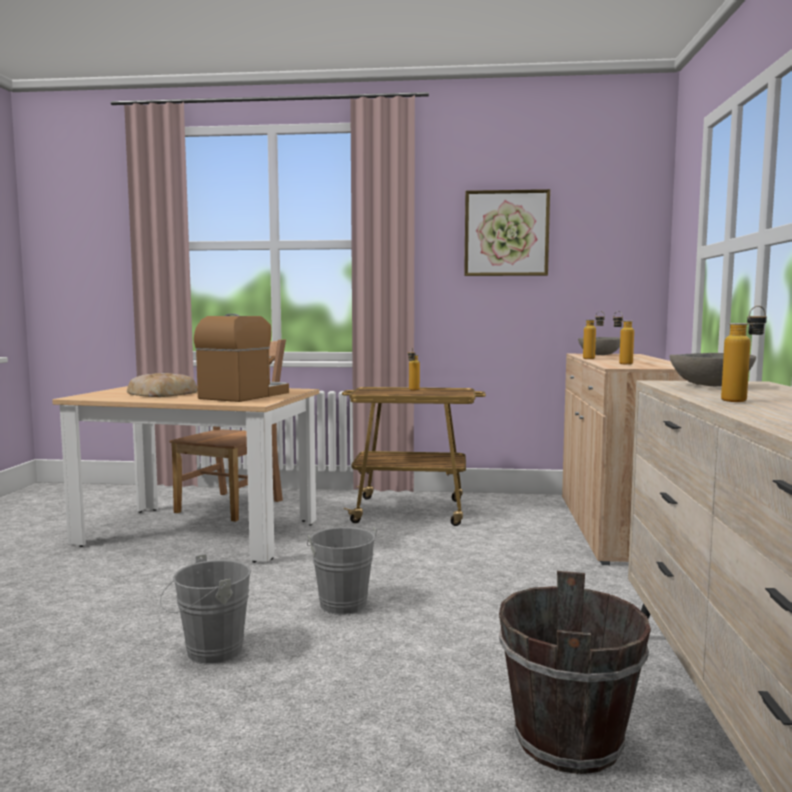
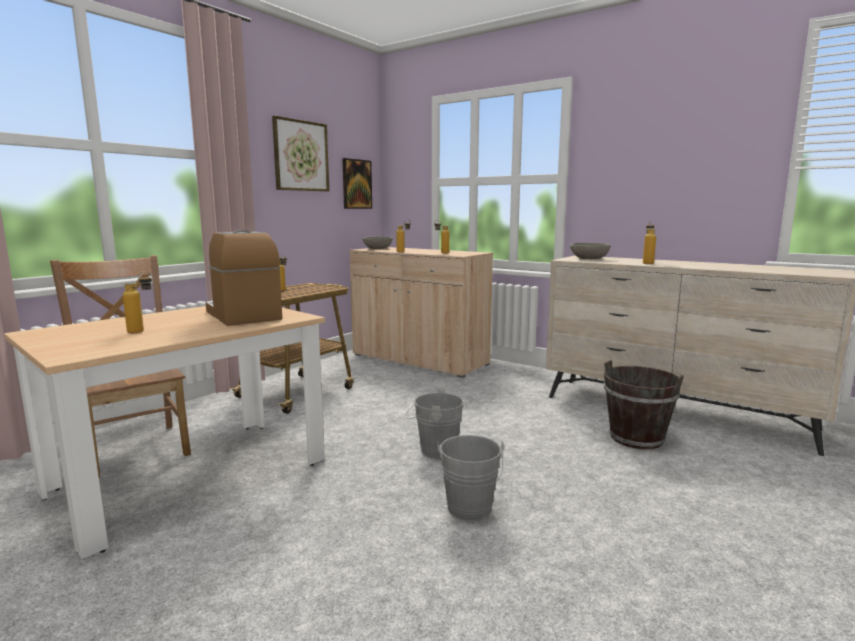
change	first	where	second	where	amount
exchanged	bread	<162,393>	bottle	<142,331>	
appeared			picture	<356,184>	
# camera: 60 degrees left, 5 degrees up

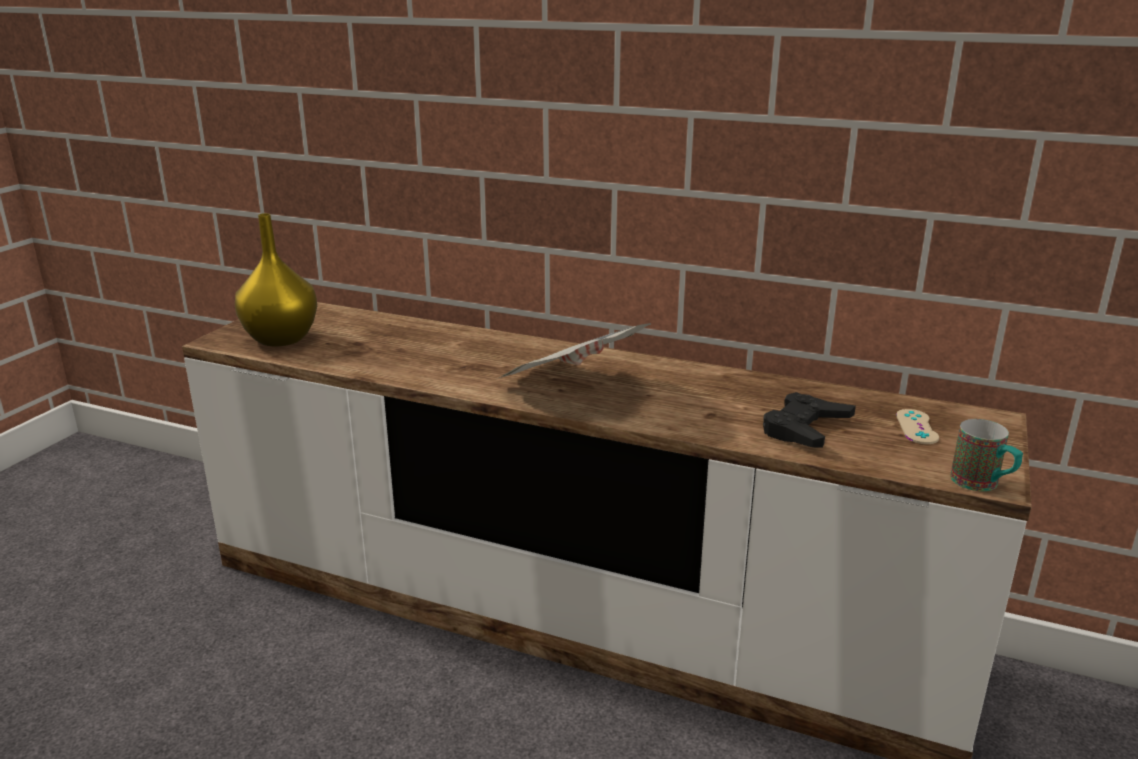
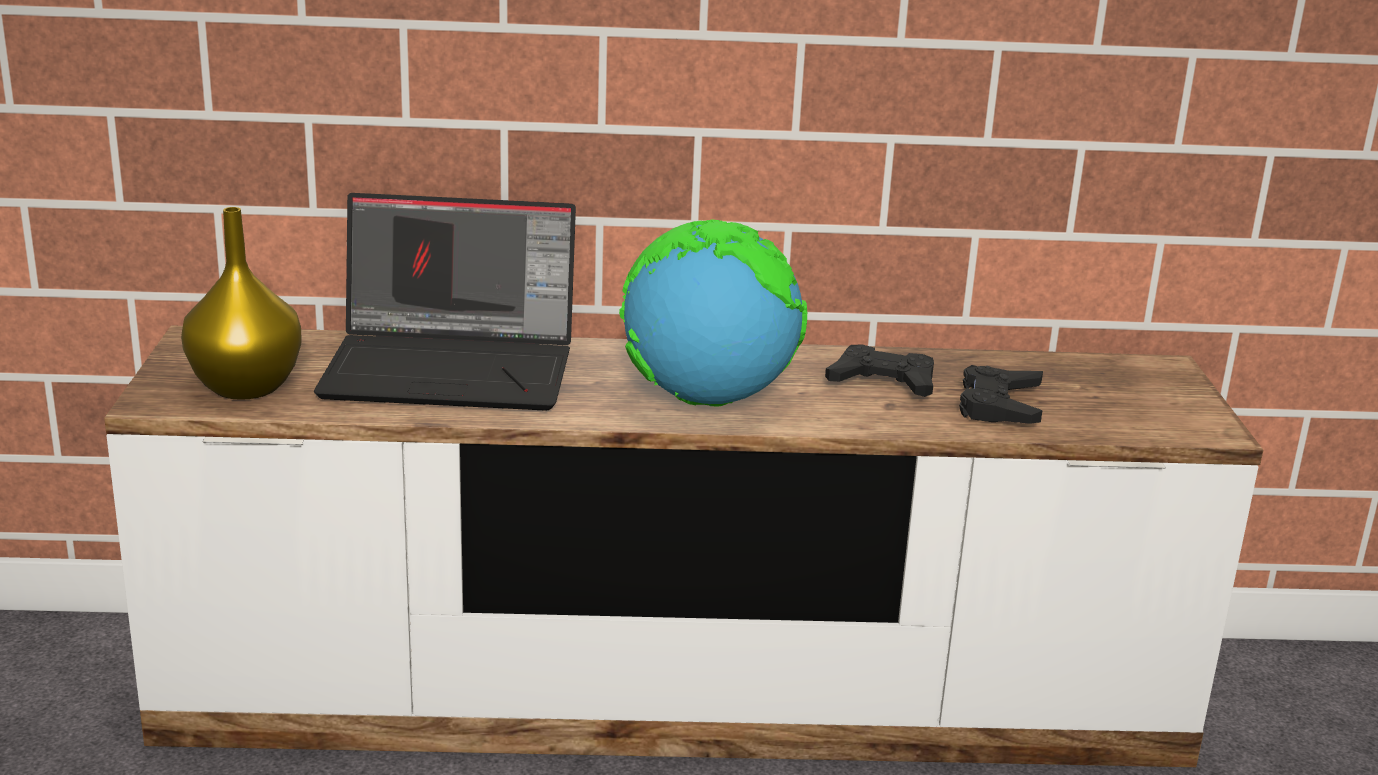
change	first	where	second	where	amount
appeared			laptop	<454,368>	
exchanged	newspaper	<571,389>	globe	<707,399>	
appeared			game controller (black)	<883,382>	
missing	game controller (beige)	<917,427>			
missing	mug	<982,485>			
# camera: 25 degrees left, 0 degrees up

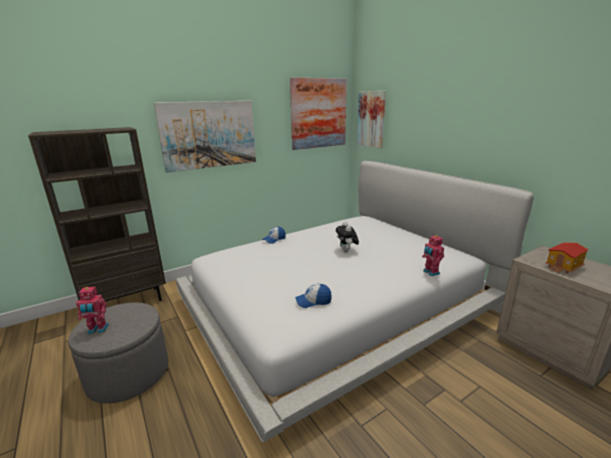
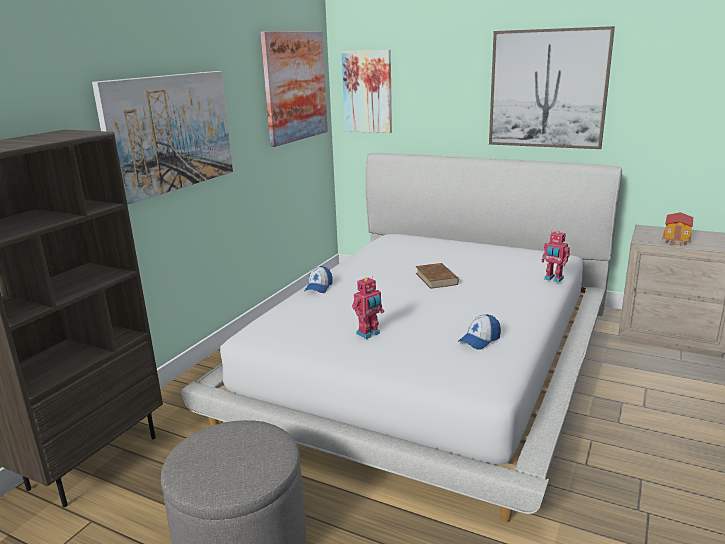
change	first	where	second	where	amount
relocated	toy robot	<98,330>		<369,334>	
exchanged	plush toy	<346,251>	book (brown)	<436,279>	
appeared			picture	<547,89>	
# camera: 30 degrees left, 0 degrees up

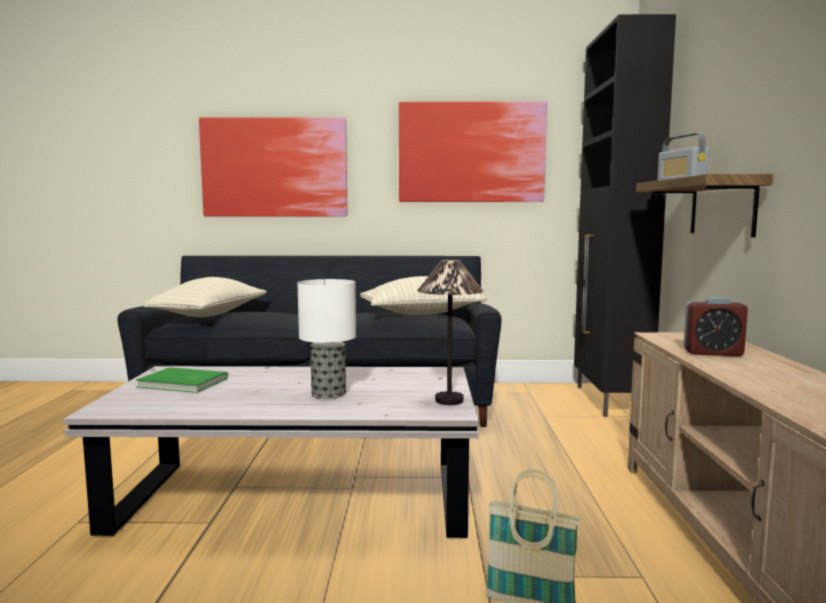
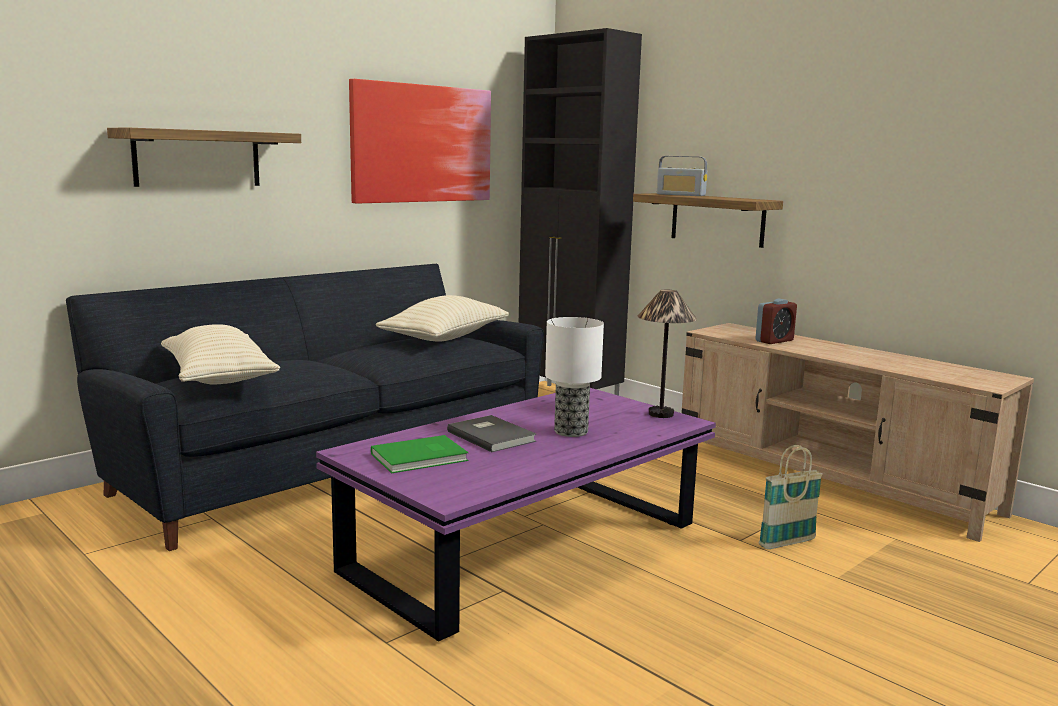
change	first	where	second	where	amount
exchanged	picture	<275,168>	shelf	<197,158>	
colour	coffee table (white)	<296,501>	coffee table (purple)	<527,549>	
appeared			book (grey)	<492,436>	
# camera: 45 degrees left, 5 degrees up

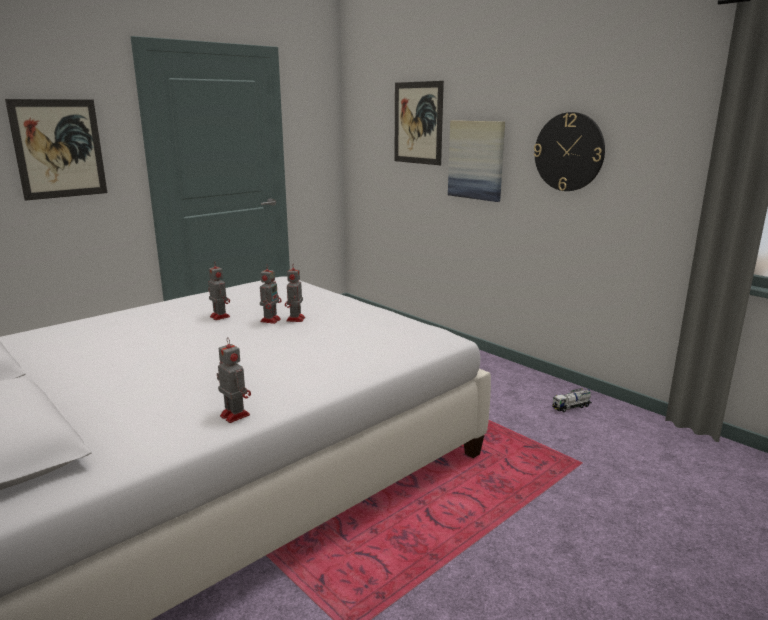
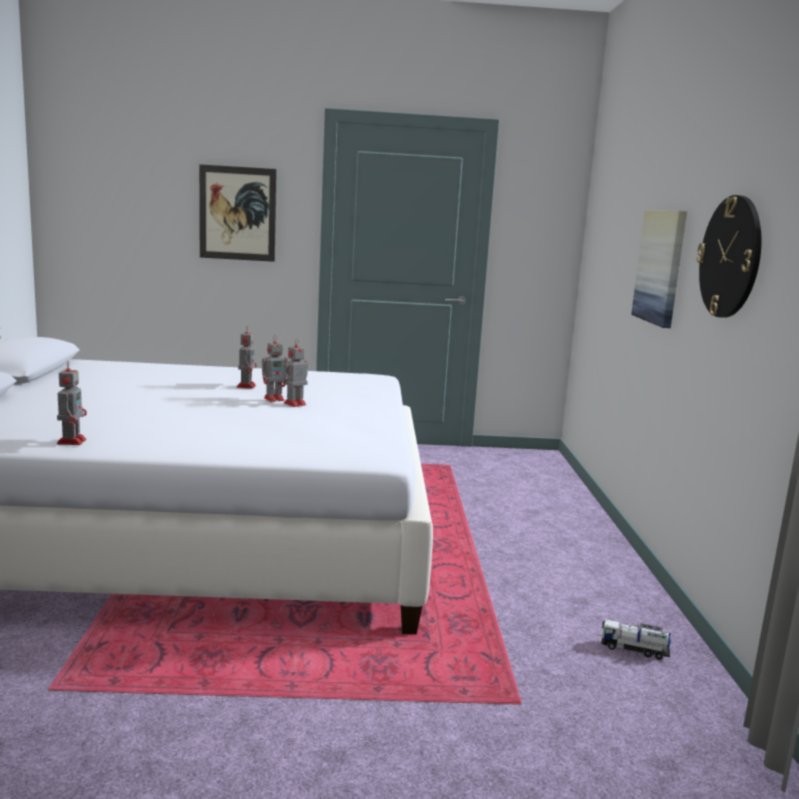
change	first	where	second	where	amount
missing	picture	<418,123>			
# camera: 40 degrees right, 5 degrees down

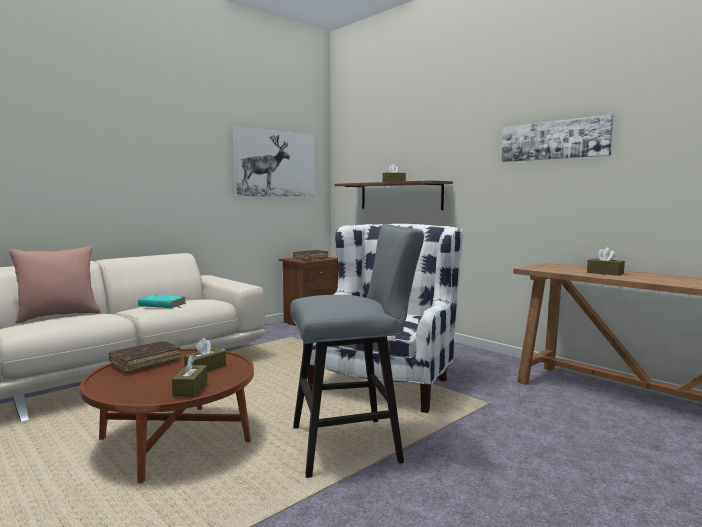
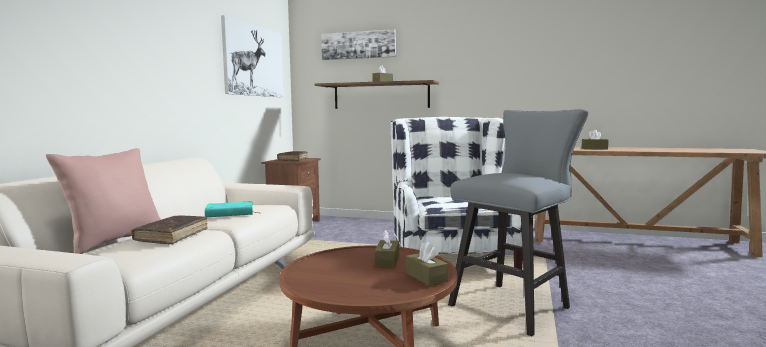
change	first	where	second	where	amount
relocated	book (brown)	<145,362>		<172,236>	
relocated	picture	<554,140>		<358,45>	
# camera: 30 degrees left, 0 degrees up

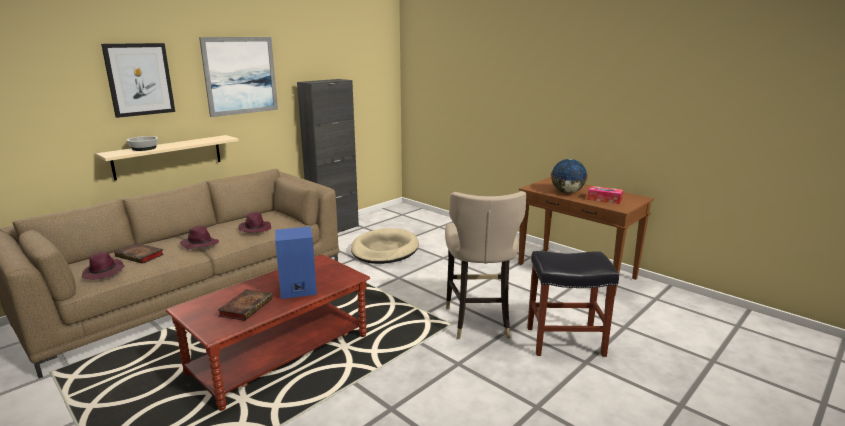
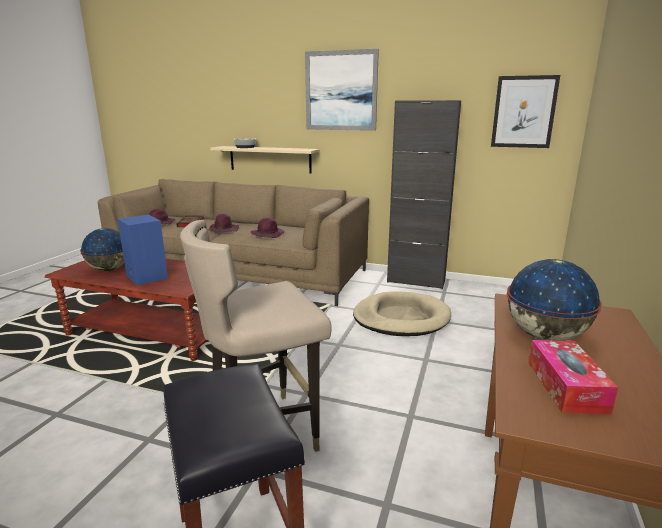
change	first	where	second	where	amount
exchanged	book	<246,307>	globe	<109,269>	
relocated	picture	<139,79>		<523,112>	
# camera: 65 degrees right, 0 degrees up

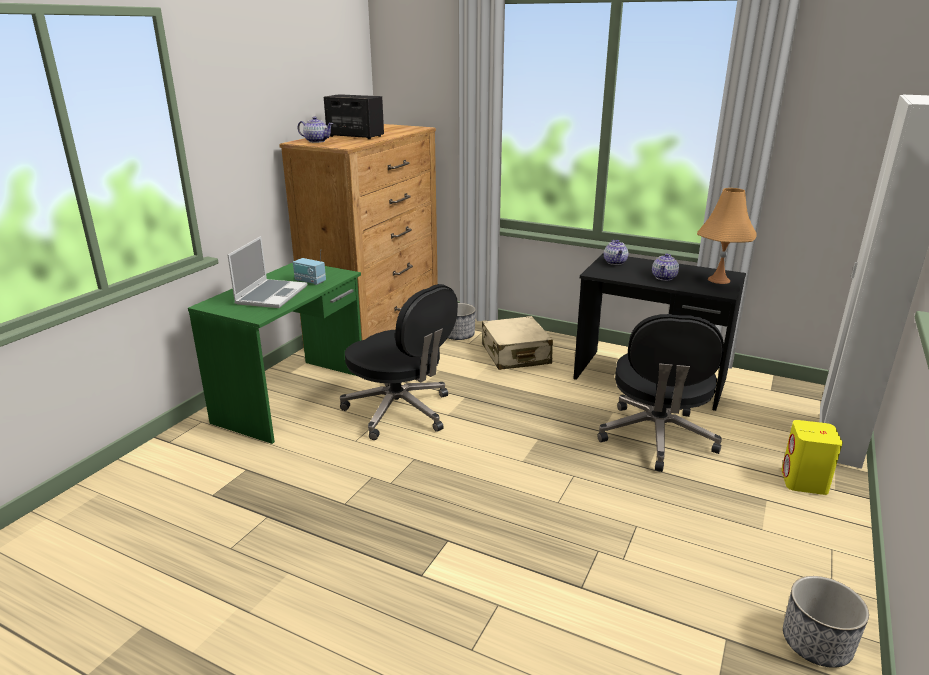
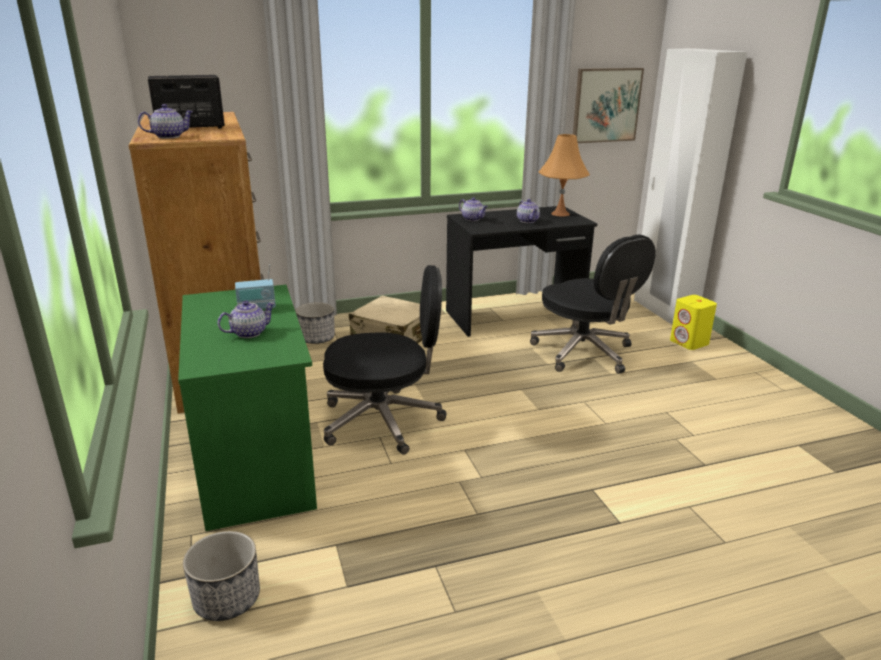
change	first	where	second	where	amount
relocated	planter	<815,644>		<226,599>	
exchanged	laptop	<271,295>	teapot	<248,333>	
appeared			picture	<606,105>	
# camera: 45 degrees left, 0 degrees up

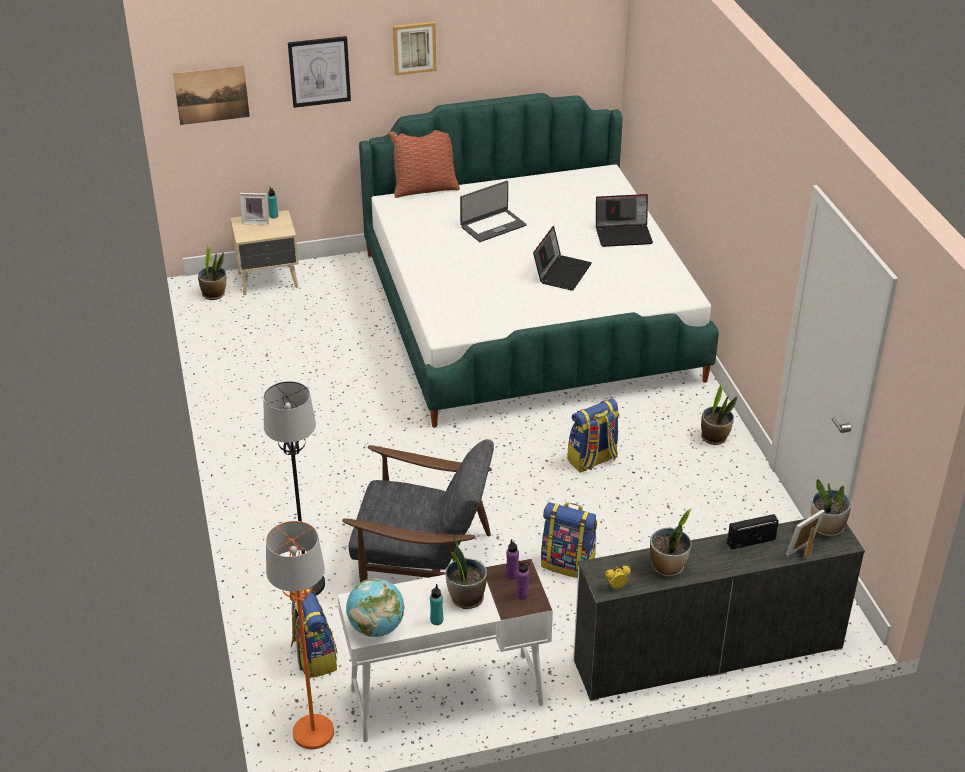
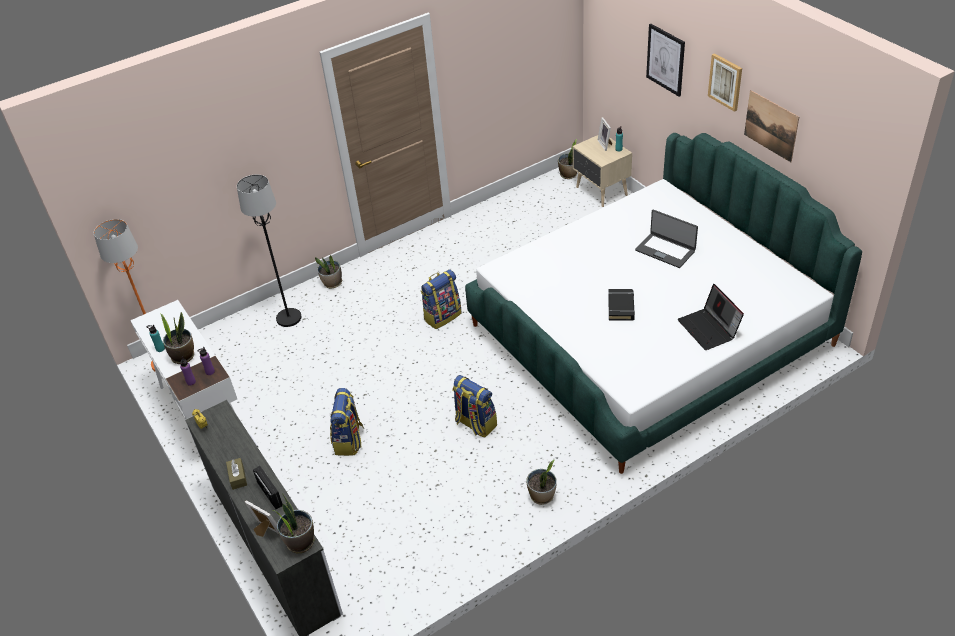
change	first	where	second	where	amount
appeared			tissue box (brown)	<238,477>	
relocated	potted plant	<668,567>		<332,283>	
relocated	backpack	<314,656>		<442,316>	
exchanged	laptop	<562,272>	book (black)	<621,307>	
relocated	picture	<211,95>		<771,125>	
missing	armchair (grey)	<422,562>			
missing	globe	<376,627>			
missing	pillow	<425,188>			
# camera: 75 degrees right, 5 degrees up

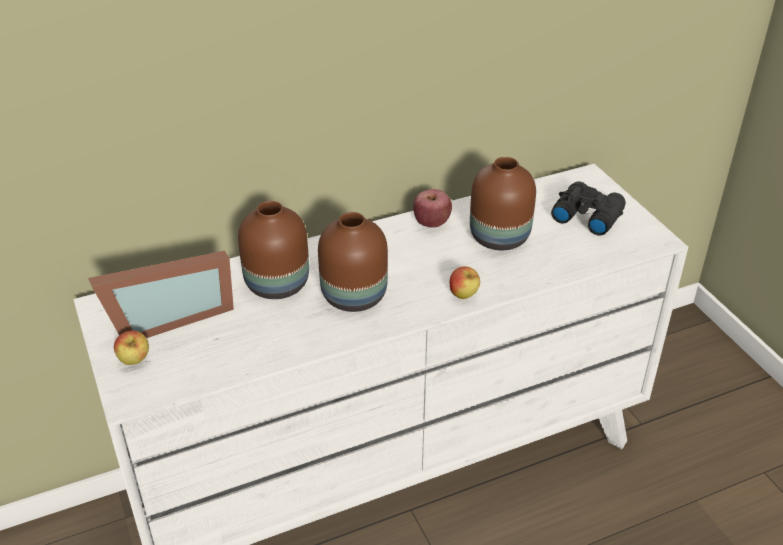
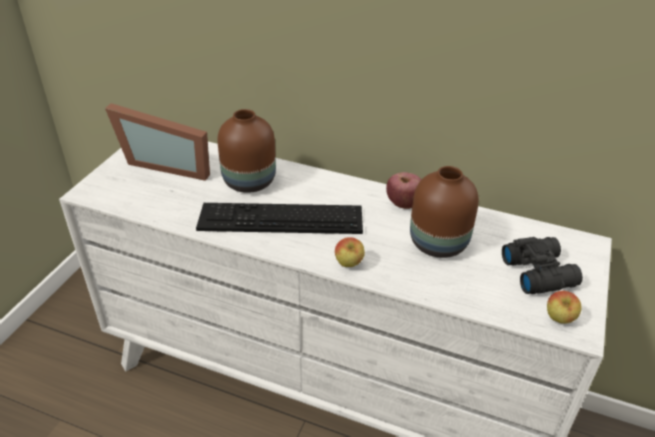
change	first	where	second	where	amount
exchanged	vase (brown)	<356,296>	keyboard	<281,218>	
relocated	apple	<135,361>		<559,319>	
# camera: 45 degrees right, 0 degrees up

